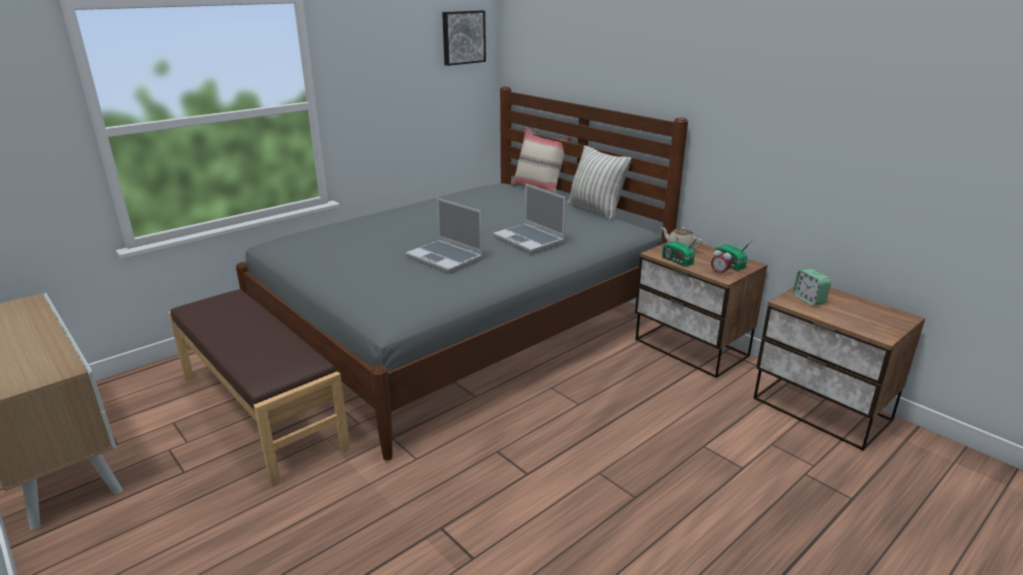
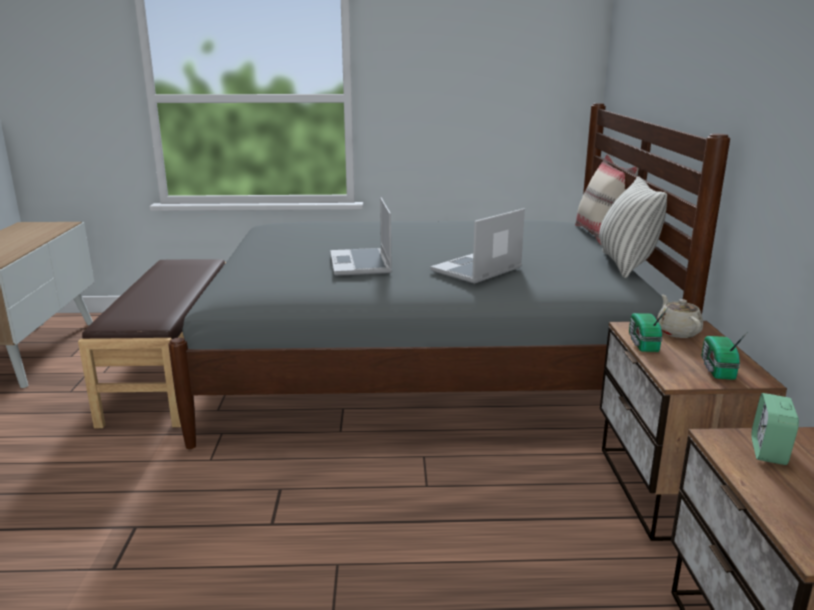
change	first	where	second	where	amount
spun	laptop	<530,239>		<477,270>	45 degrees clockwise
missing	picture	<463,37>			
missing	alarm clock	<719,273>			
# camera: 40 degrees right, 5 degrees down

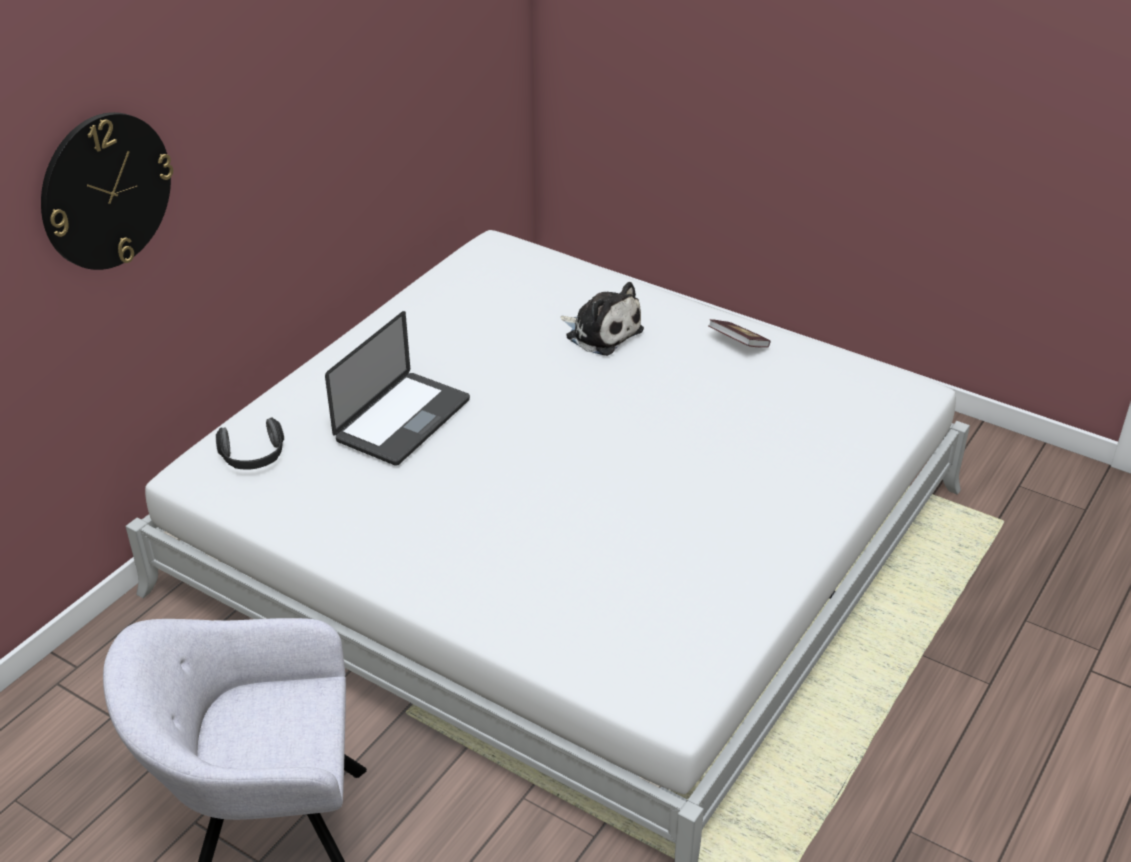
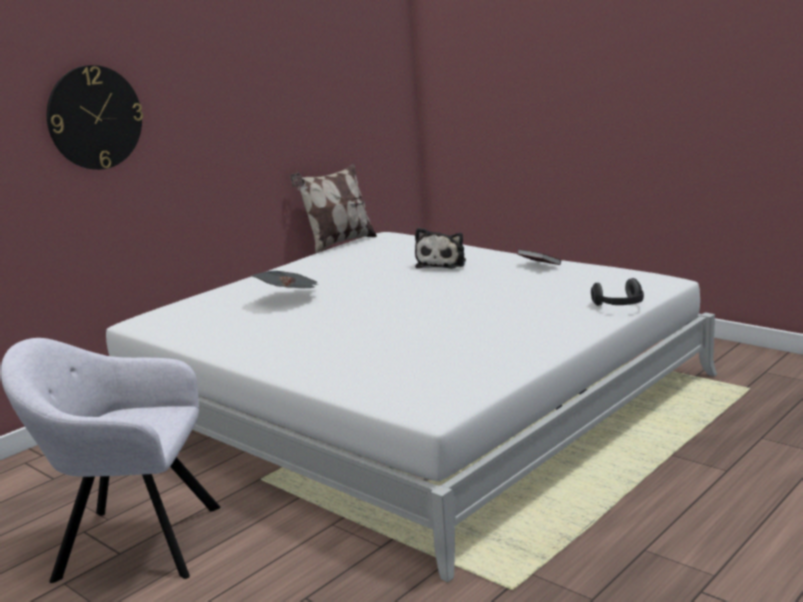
change	first	where	second	where	amount
exchanged	laptop	<403,420>	newspaper	<290,298>	
appeared			pillow	<338,243>	
spun	plush toy	<601,332>		<442,263>	60 degrees clockwise
relocated	headphones	<254,459>		<620,306>	
# camera: 10 degrees right, 20 degrees down

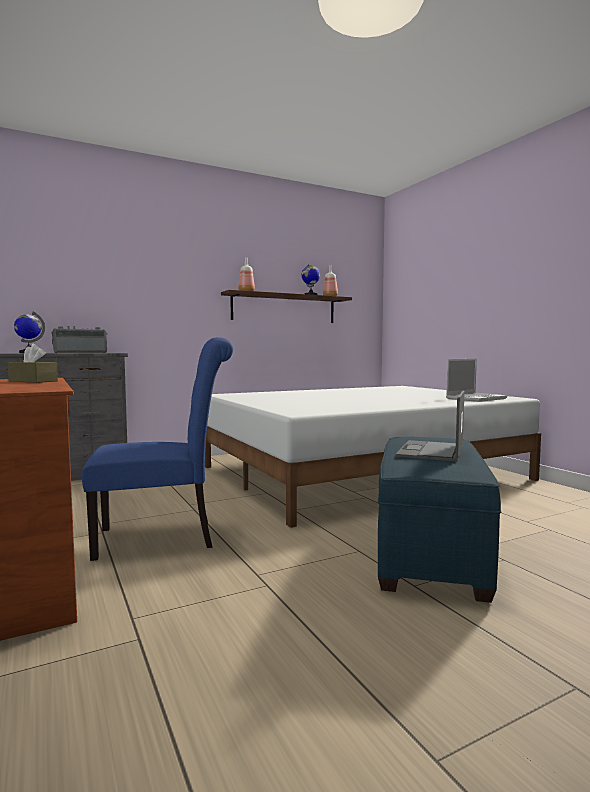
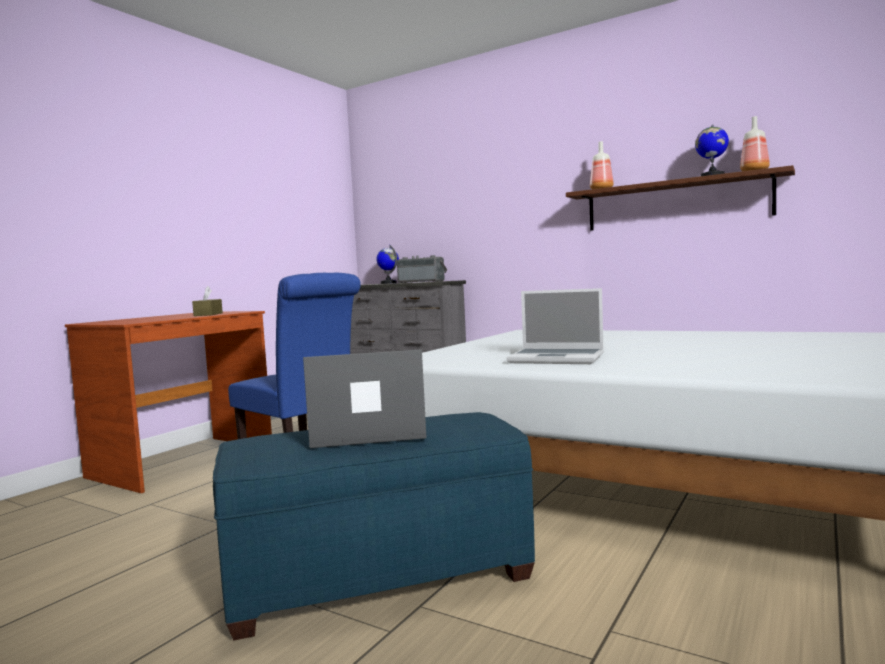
change	first	where	second	where	amount
relocated	laptop	<475,398>		<558,358>	
# camera: 60 degrees right, 0 degrees up

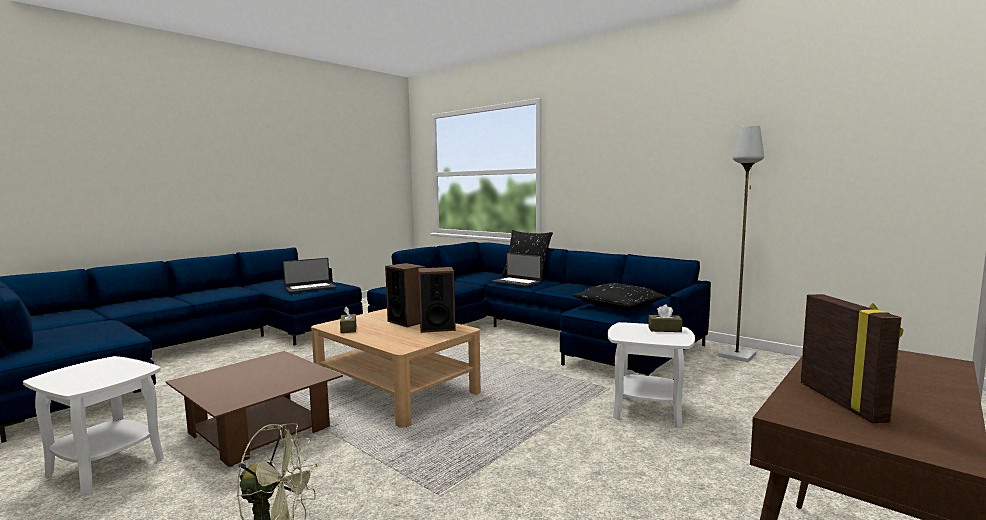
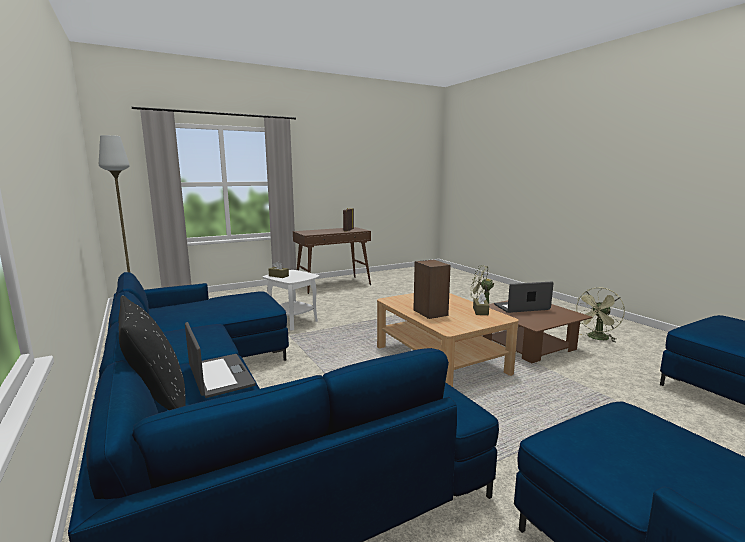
change	first	where	second	where	amount
relocated	laptop	<310,288>		<522,307>	
exchanged	side table (white)	<105,467>	fan (green)	<597,338>	
missing	speaker	<437,327>			
missing	pillow (black)	<618,306>			
# camera: 160 degrees left, 5 degrees up

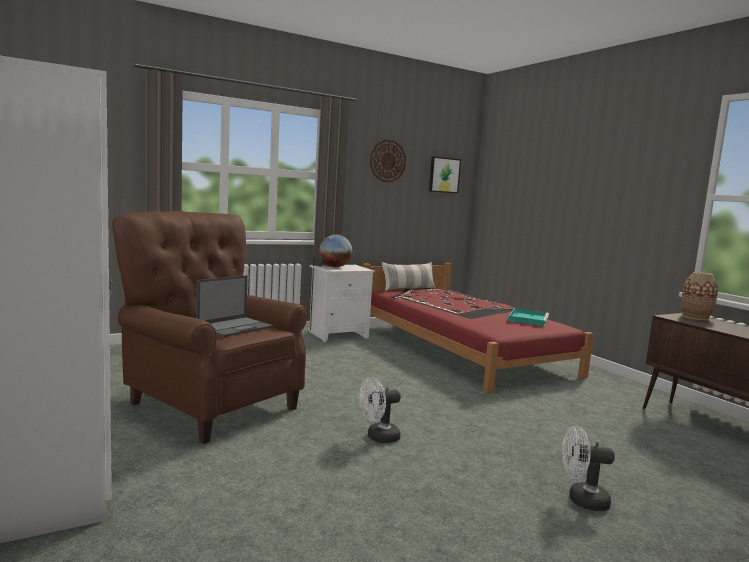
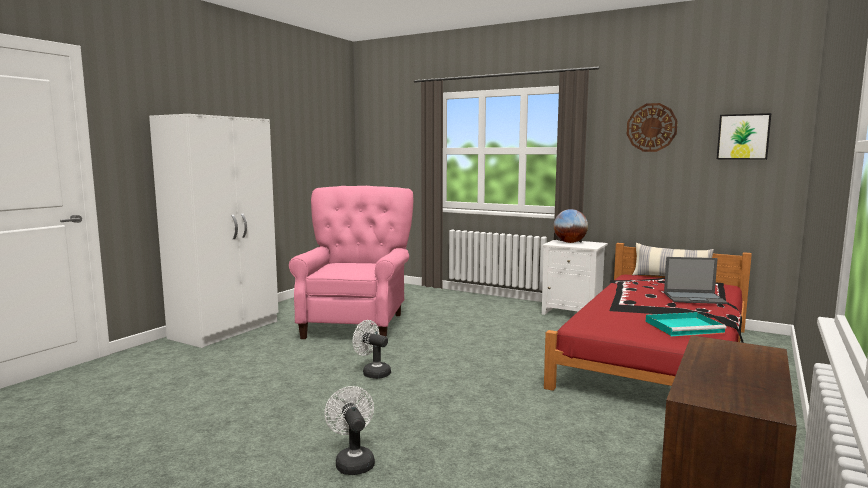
change	first	where	second	where	amount
colour	armchair (brown)	<208,404>	armchair (pink)	<356,324>	
relocated	laptop	<235,327>		<695,298>	
missing	vase	<695,317>			
# camera: 60 degrees right, 0 degrees up

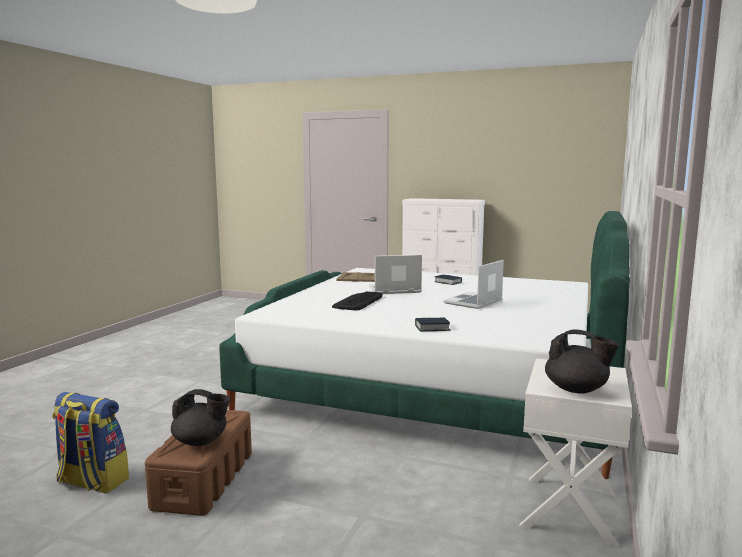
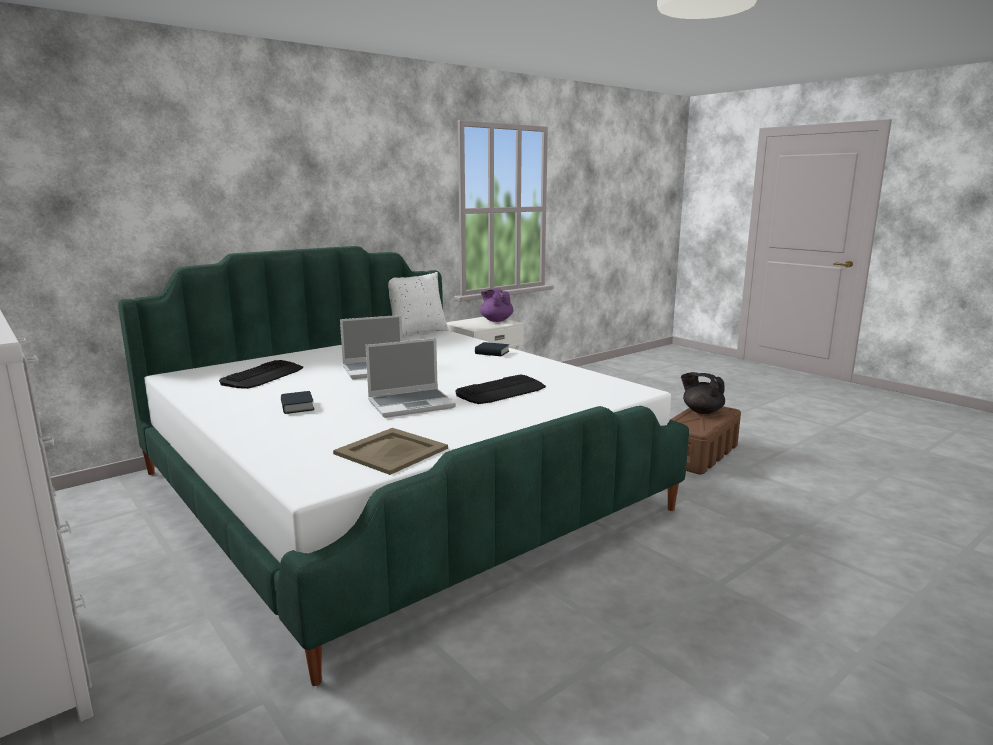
change	first	where	second	where	amount
appeared			keyboard	<263,376>	
spun	laptop	<394,290>		<412,404>	45 degrees counterclockwise
appeared			pillow (white)	<417,332>	
colour	teapot (black)	<577,390>	teapot (purple)	<496,320>	
missing	backpack	<92,482>			
# camera: 150 degrees left, 5 degrees up

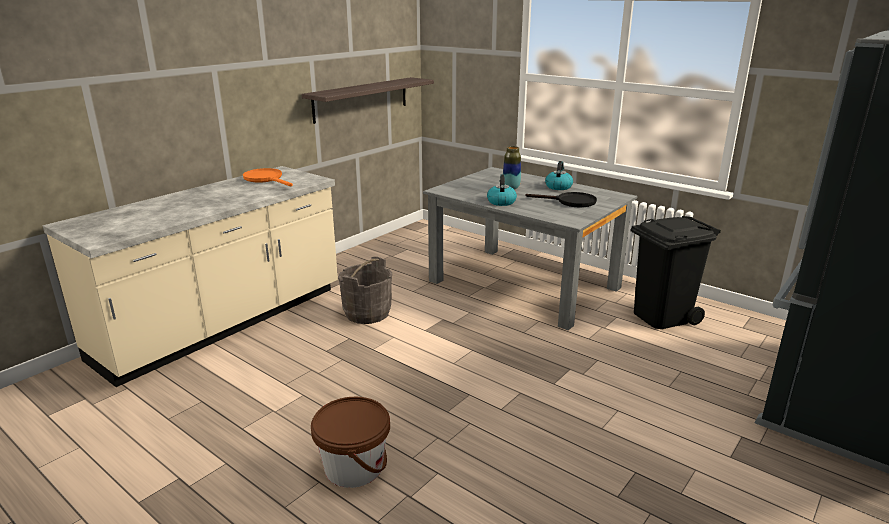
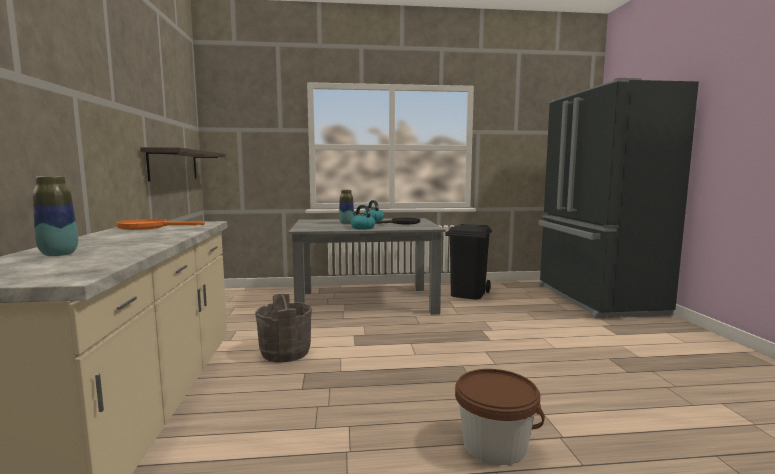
change	first	where	second	where	amount
appeared			vase	<59,254>	
# camera: 45 degrees left, 15 degrees down

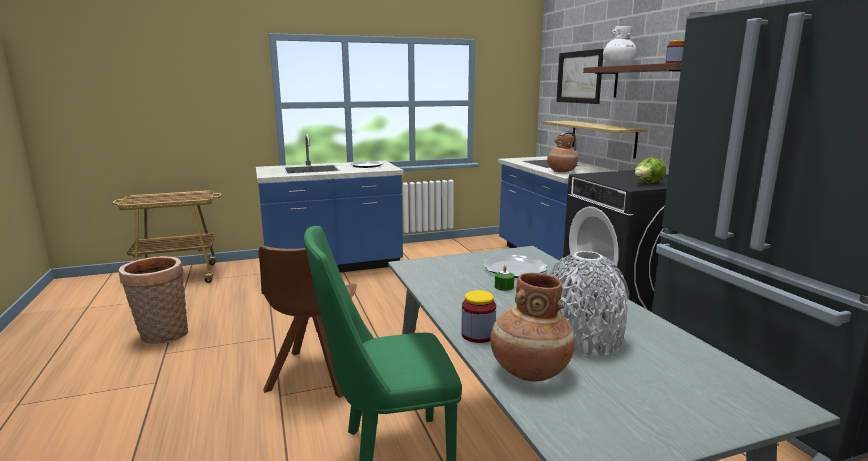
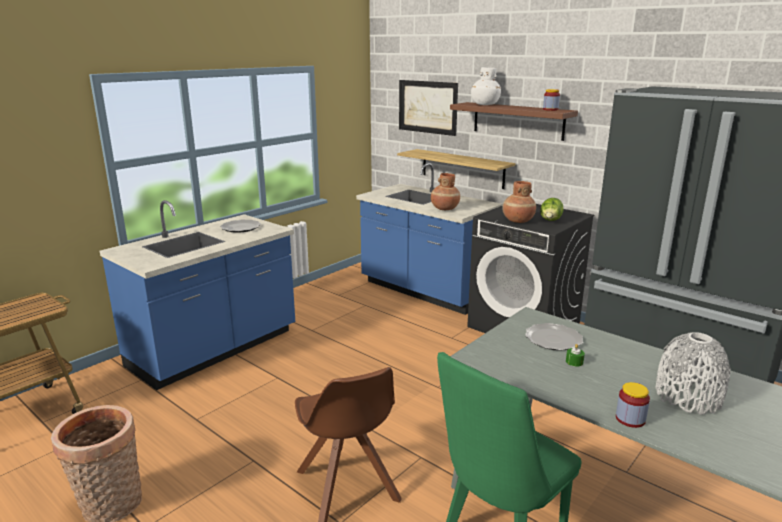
change	first	where	second	where	amount
relocated	vase (brown)	<529,370>		<517,221>	
# camera: 30 degrees left, 5 degrees up

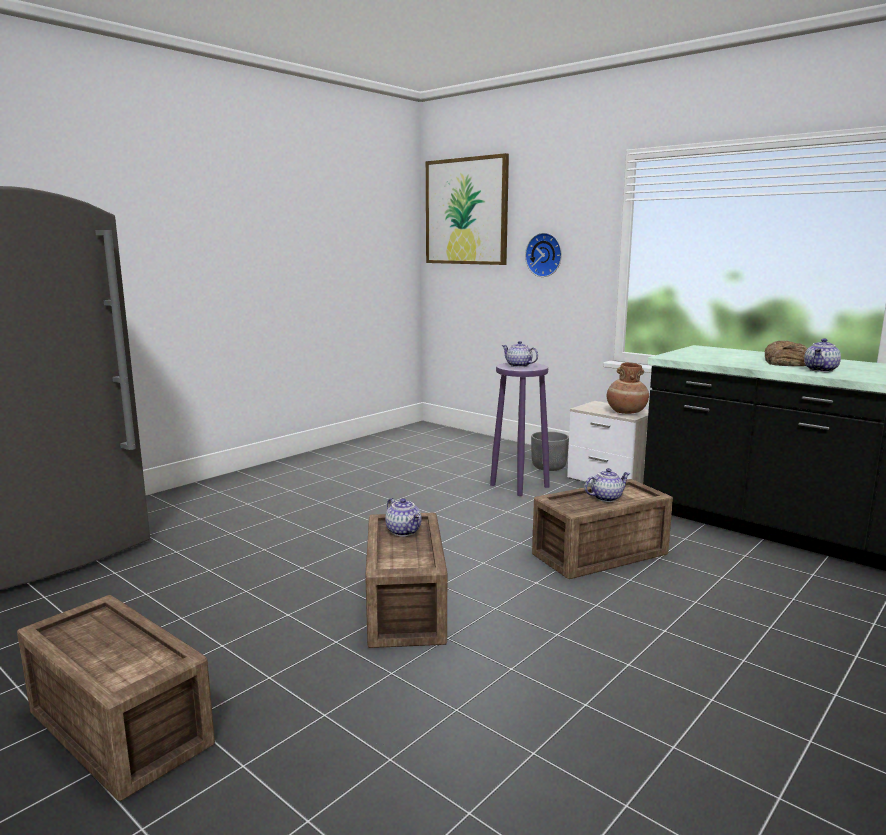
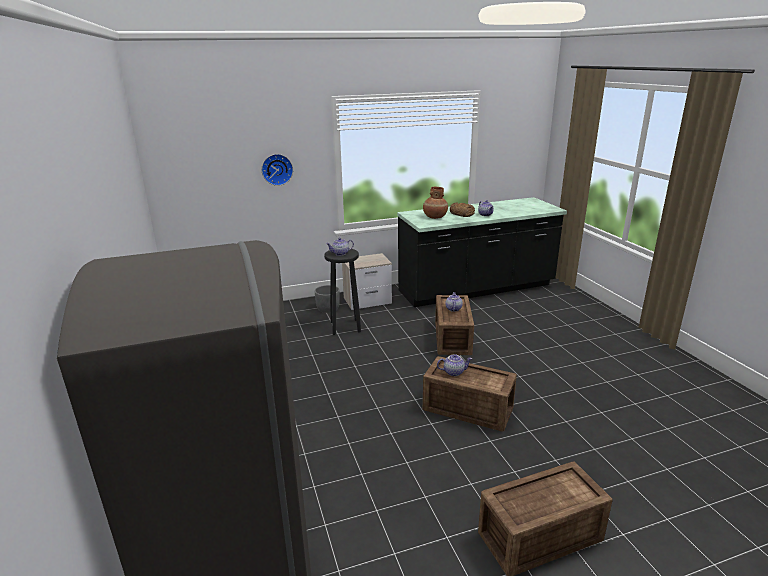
change	first	where	second	where	amount
colour	stool (purple)	<519,486>	stool (black)	<345,327>	
relocated	vase (brown)	<626,412>		<434,217>	
missing	picture	<466,211>			
# camera: 60 degrees left, 10 degrees up

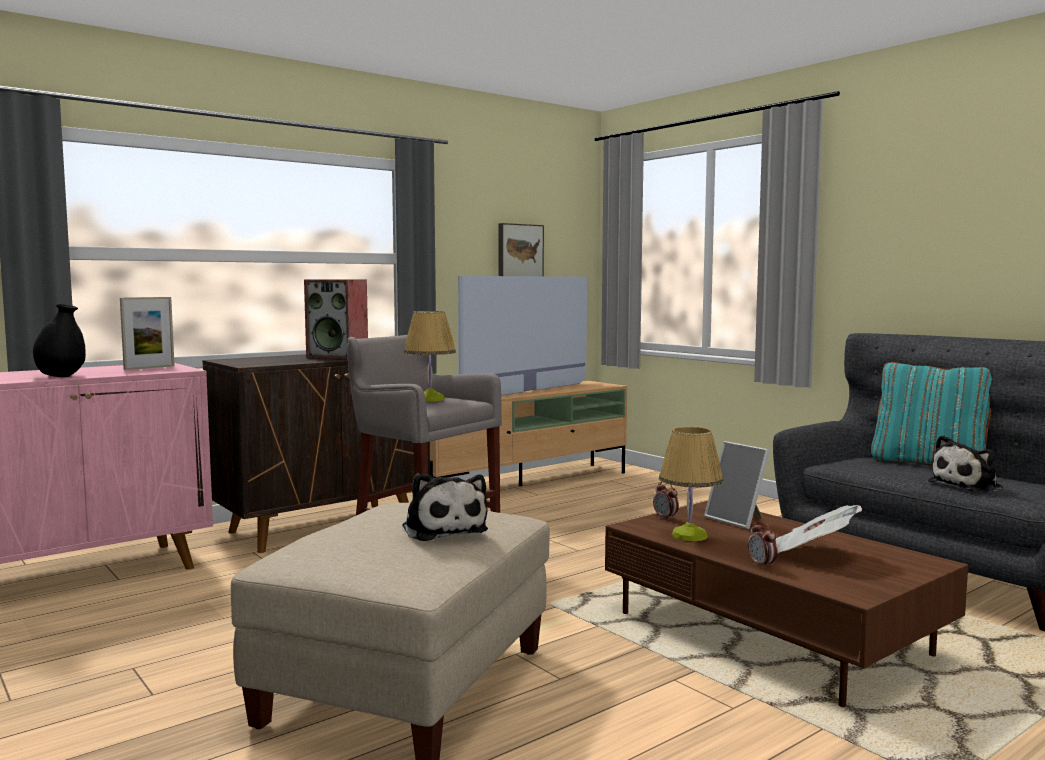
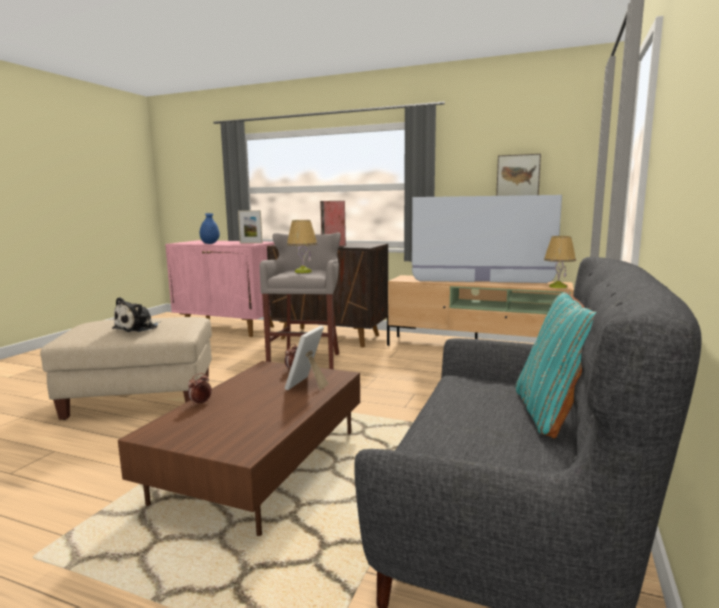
change	first	where	second	where	amount
colour	vase (black)	<61,376>	vase (blue)	<210,243>	
relocated	table lamp	<689,535>		<557,286>	
missing	newspaper	<808,554>			
missing	plush toy	<968,485>			
# camera: 60 degrees right, 5 degrees up

